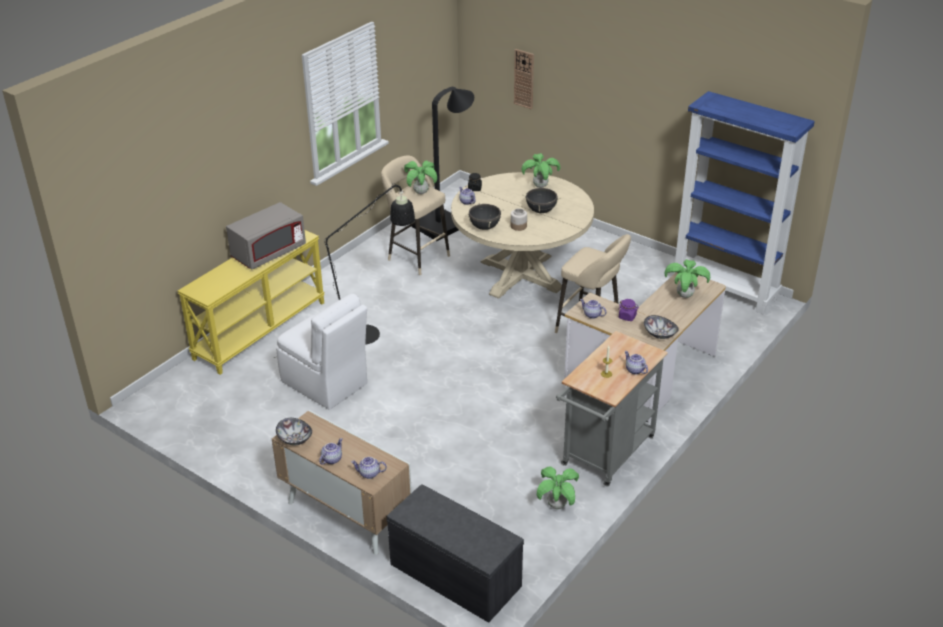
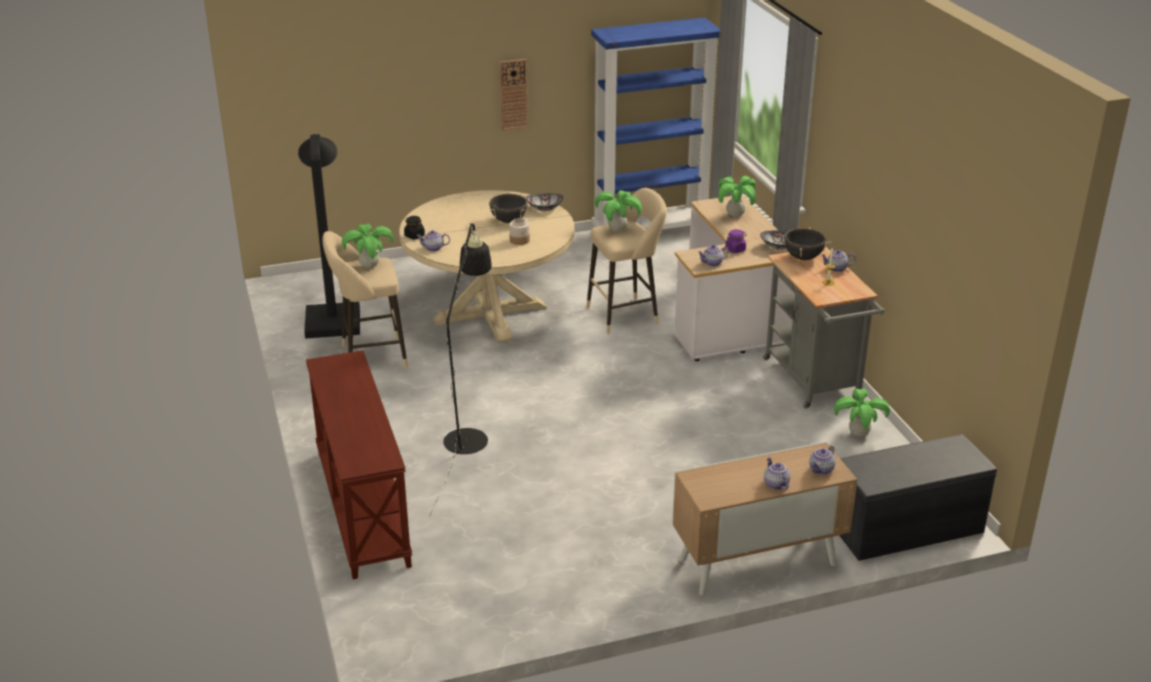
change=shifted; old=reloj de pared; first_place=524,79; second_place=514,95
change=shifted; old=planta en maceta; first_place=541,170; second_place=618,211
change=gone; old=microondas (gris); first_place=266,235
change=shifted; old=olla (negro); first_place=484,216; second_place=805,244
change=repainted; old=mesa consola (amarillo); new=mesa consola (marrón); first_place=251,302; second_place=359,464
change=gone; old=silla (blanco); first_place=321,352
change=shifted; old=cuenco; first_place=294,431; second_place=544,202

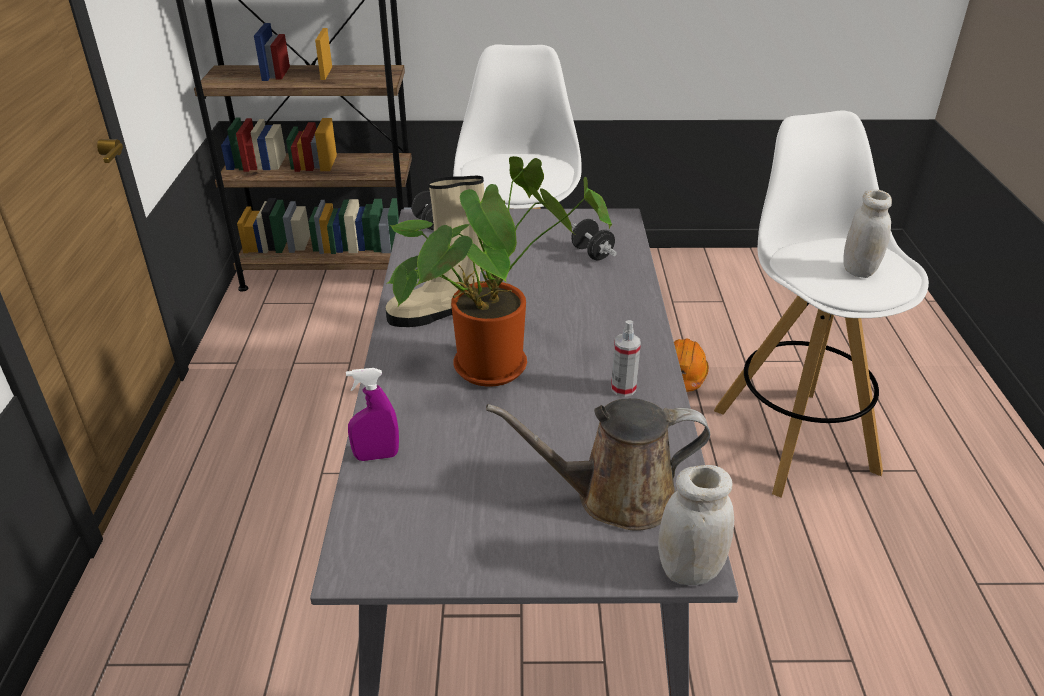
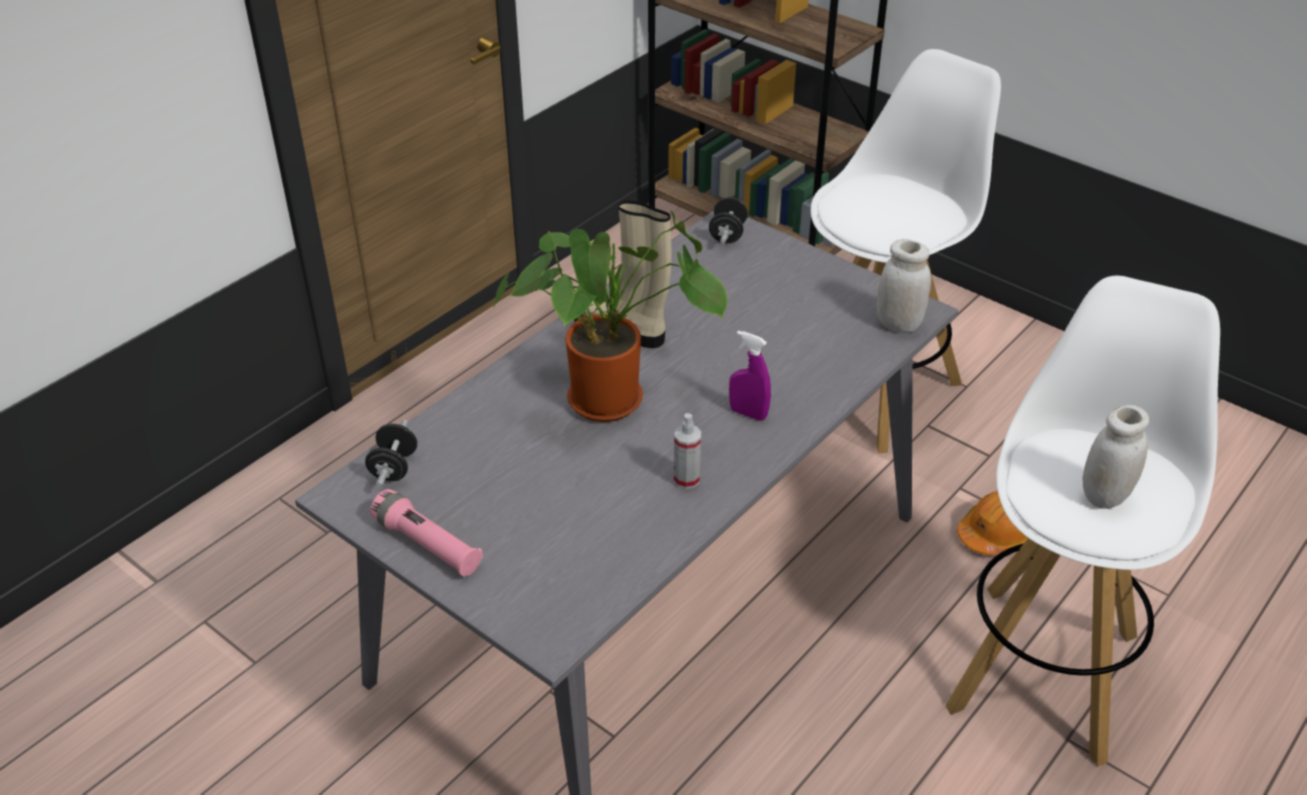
change=shifted; old=mancuerna (negro); first_place=594,239; second_place=391,453
change=shifted; old=pulverizador (morado); first_place=372,414; second_place=750,376
change=gone; old=regadera (marrón); first_place=598,464
change=shifted; old=tarro (blanco); first_place=696,525; second_place=904,286
change=new; new=linterna (rosa); second_place=426,532

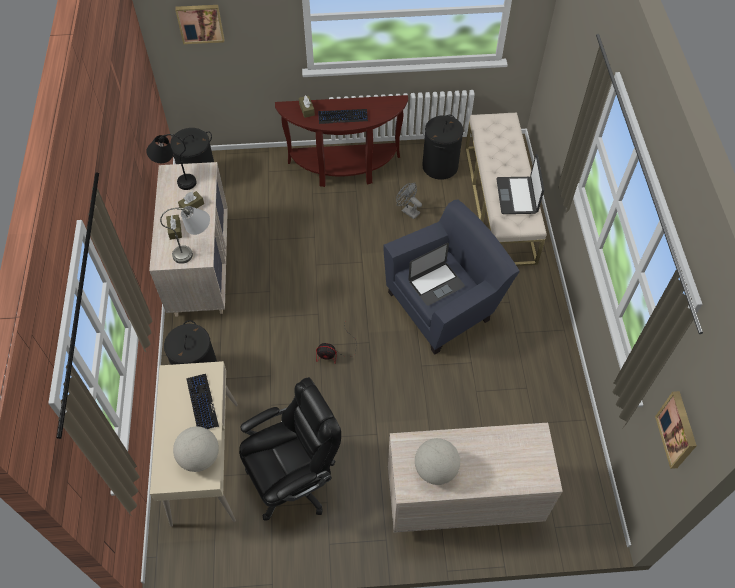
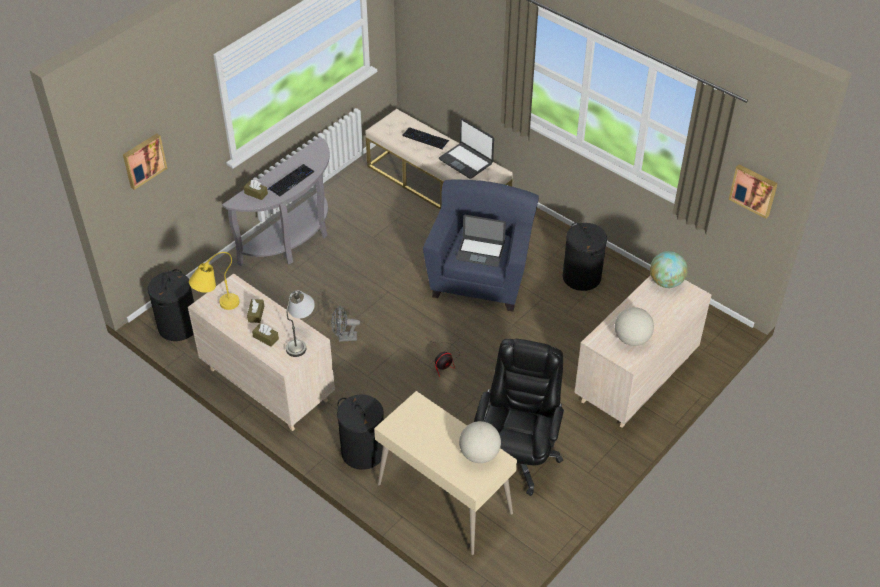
change=repainted; old=mesa consola (marrón); new=mesa consola (gris); first_place=341,141; second_place=276,201
change=shifted; old=cesto de la ropa (negro); first_place=443,147; second_place=585,256
change=repainted; old=lámpara de mesa (negro); new=lámpara de mesa (amarillo); first_place=171,162; second_place=214,281
change=shifted; old=ventilador (gris); first_place=409,201; second_place=345,324
change=rotated; old=portátil; first_place=436,274; second_place=481,241; degrees=90
change=shifted; old=teclado; first_place=202,401; second_place=426,138
change=new; new=globo terráqueo; second_place=669,269

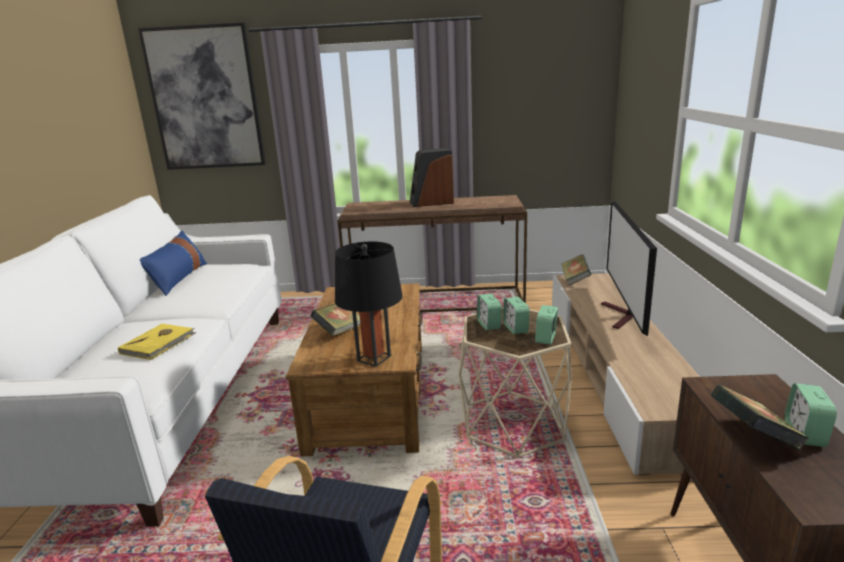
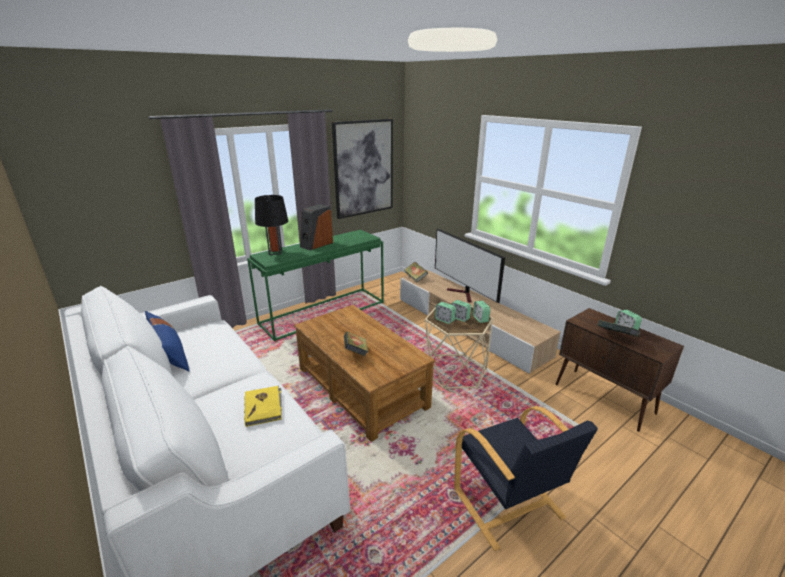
change=shifted; old=cuadro; first_place=202,96; second_place=362,169
change=repainted; old=mesa consola (marrón); new=mesa consola (verde); first_place=432,253; second_place=315,285
change=shifted; old=lámpara de mesa (negro); first_place=369,304; second_place=271,225

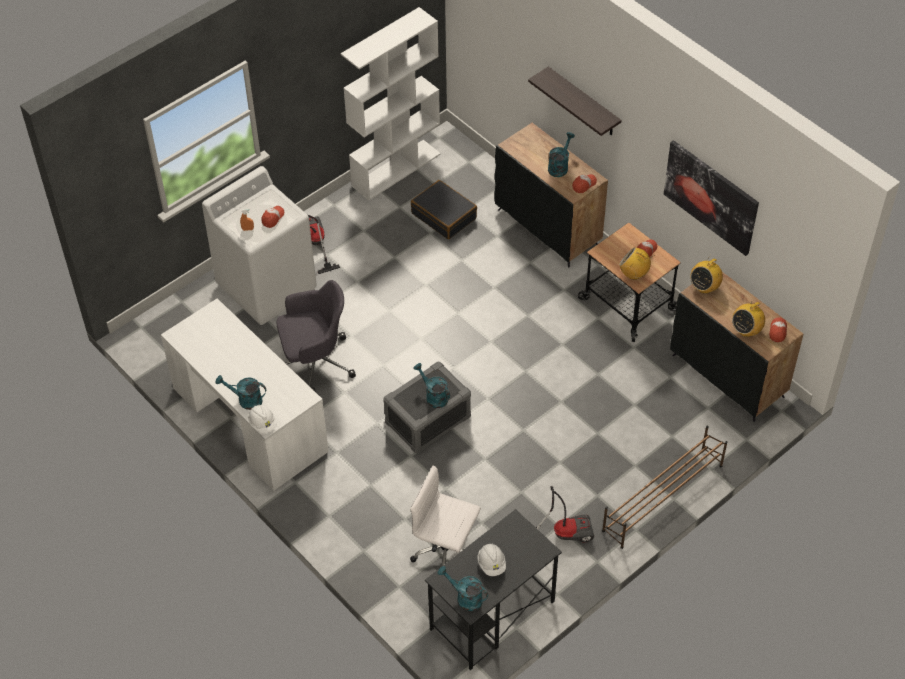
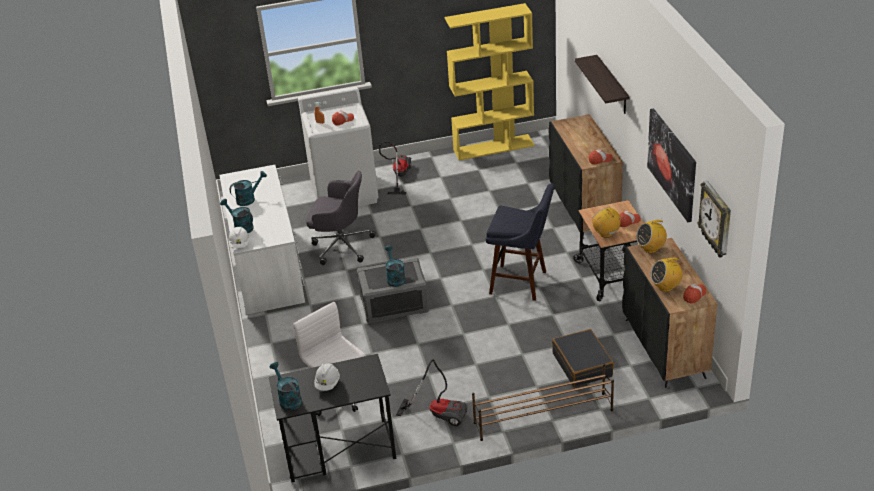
change=repainted; old=estantería (blanco); new=estantería (amarillo); first_place=391,104; second_place=489,81
change=shifted; old=regadera (turquesa); first_place=561,154; second_place=248,188
change=shifted; old=maleta (negro); first_place=444,209; second_place=583,358
change=new; new=reloj de pared; second_place=714,219
change=new; new=taburete (azul); second_place=520,242

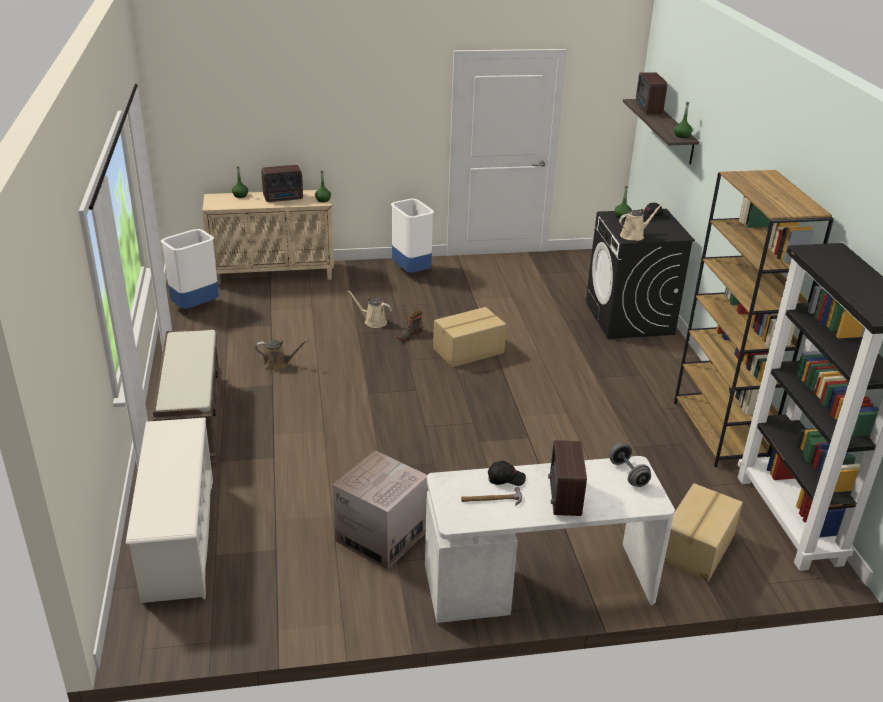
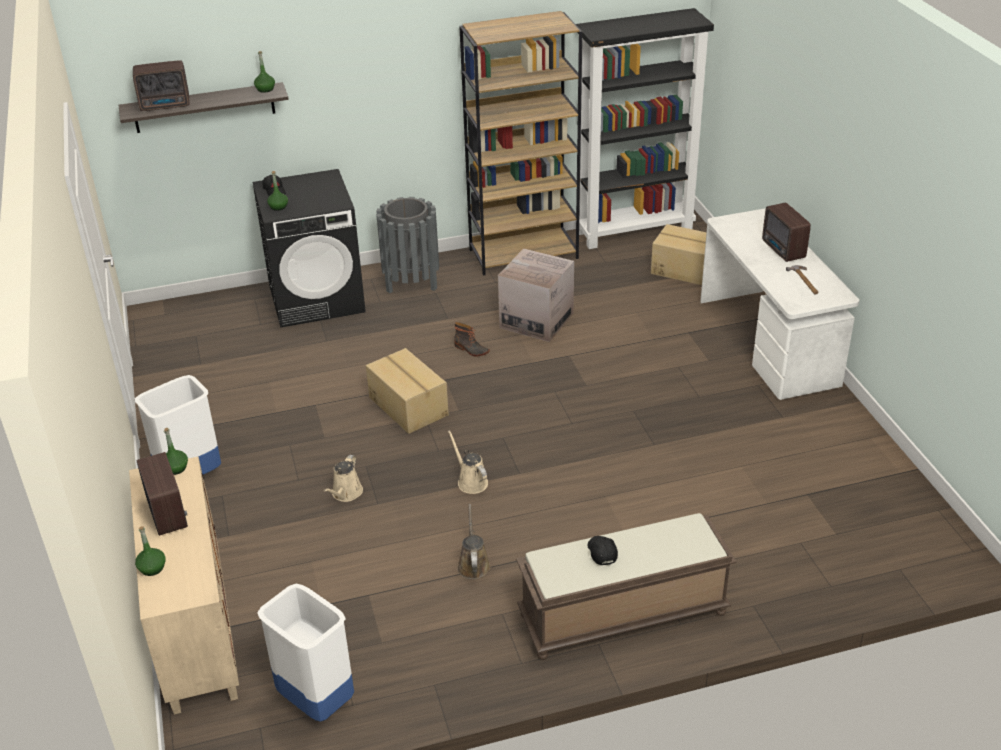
change=shifted; old=regadera (beis); first_place=641,222; second_place=468,462
change=shifted; old=bota; first_place=410,326; second_place=472,339
change=gone; old=zapatero (blanco); first_place=169,510
change=rotated; old=radio; first_place=567,478; second_place=786,232; degrees=75
change=gone; old=mancuerna (gris); first_place=630,465
change=shifted; old=caja de cartón; first_place=380,510; second_place=536,295
change=shifted; old=gorra (negro); first_place=507,473; second_place=602,550
change=new; new=papelera (gris); second_place=407,245

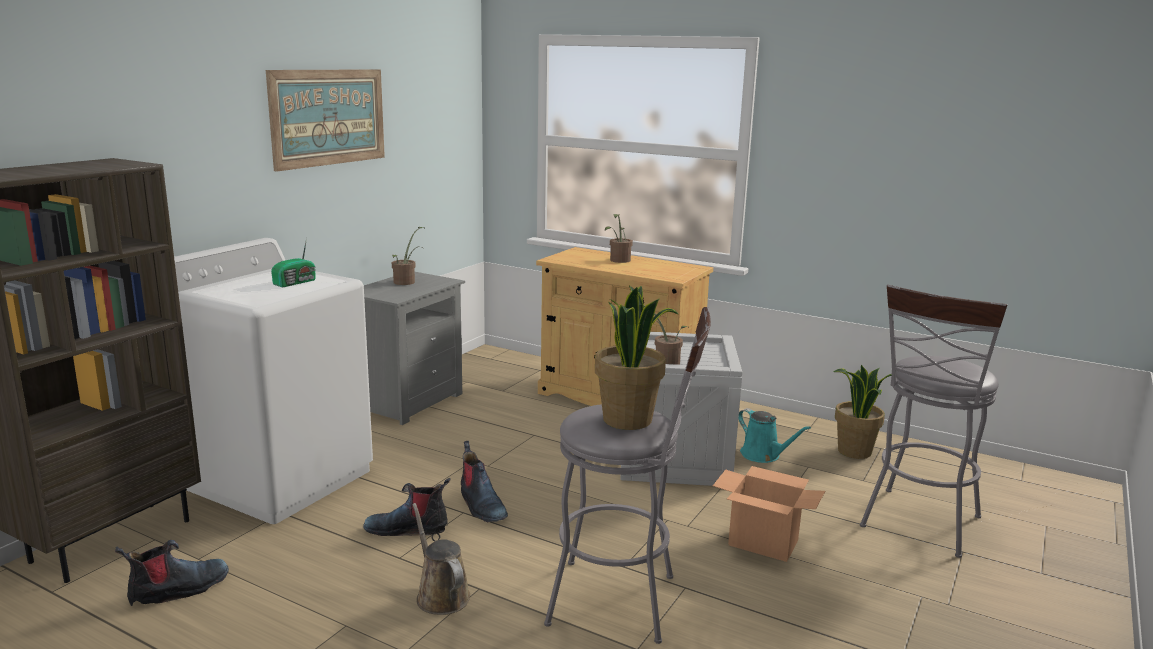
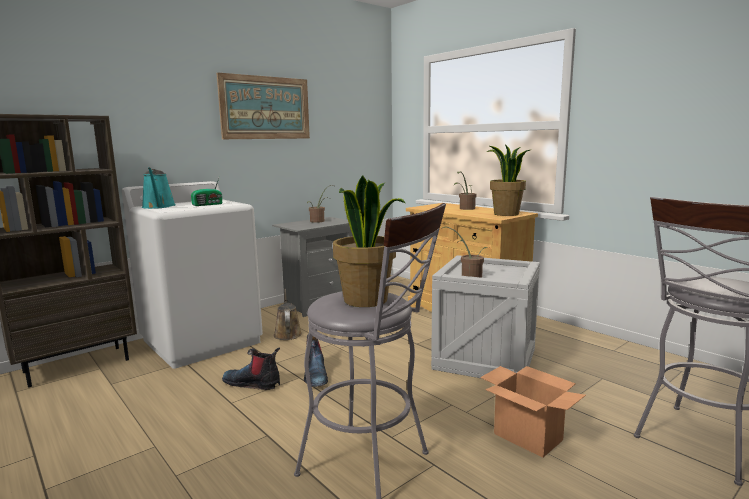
change=shifted; old=planta en maceta; first_place=862,412; second_place=508,180
change=shifted; old=regadera (turquesa); first_place=774,435; second_place=159,188
change=shifted; old=regadera (marrón); first_place=441,559; second_place=288,314
change=gone; old=bota; first_place=172,573

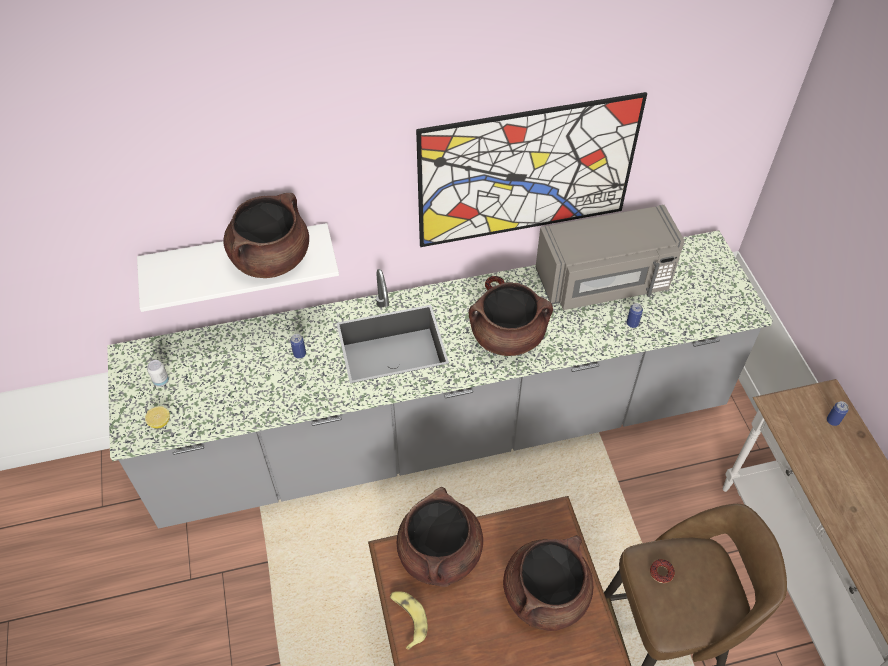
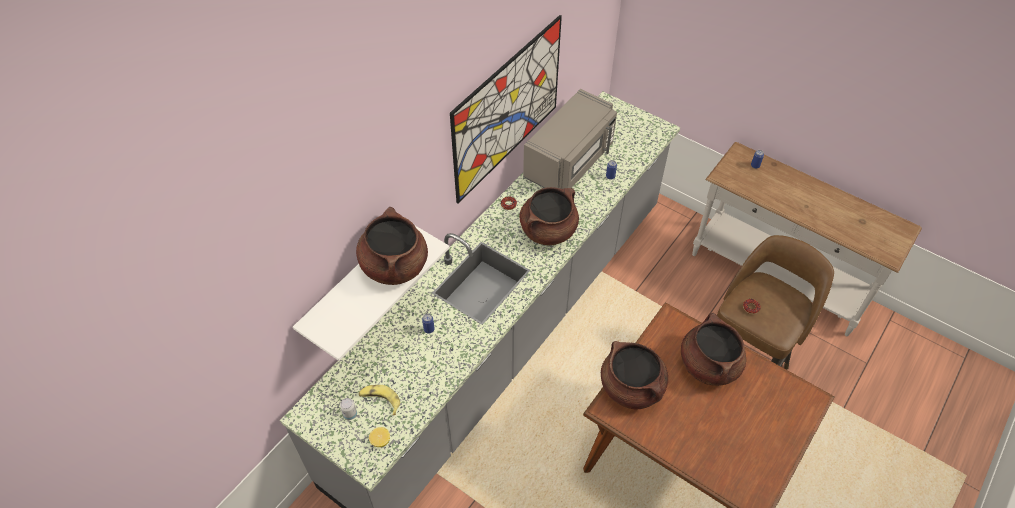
change=shifted; old=plátano; first_place=409,620; second_place=379,400

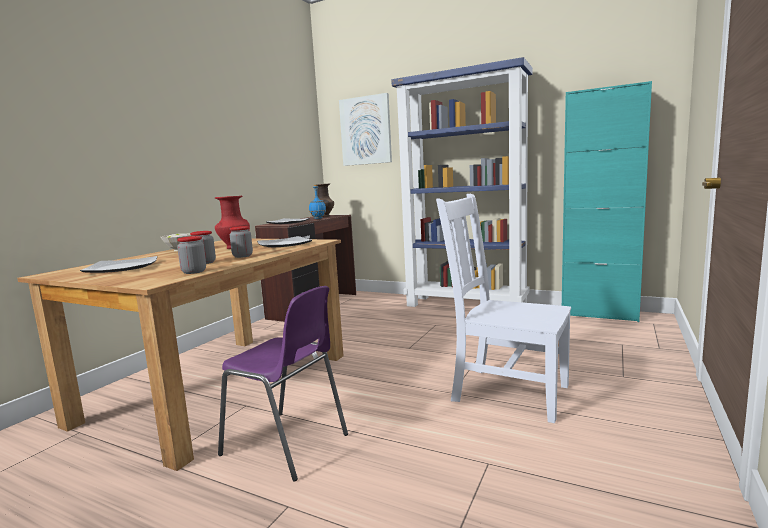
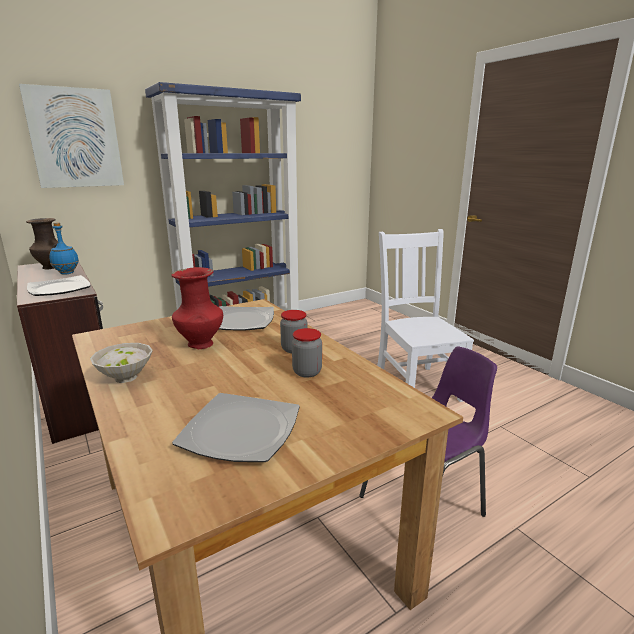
change=gone; old=armario (turquesa); first_place=607,201
change=rotated; old=silla (blanco); first_place=503,308; second_place=425,315; degrees=105
change=gone; old=tarro; first_place=191,255

